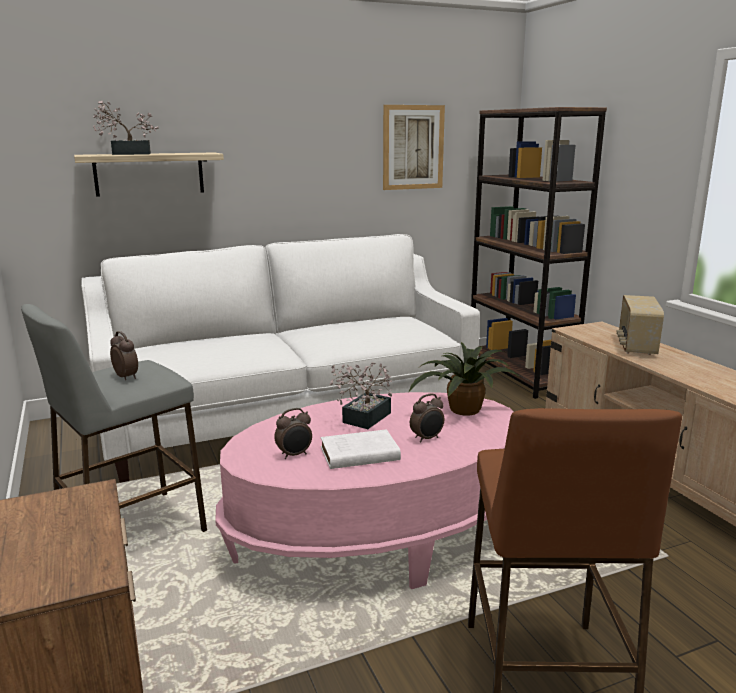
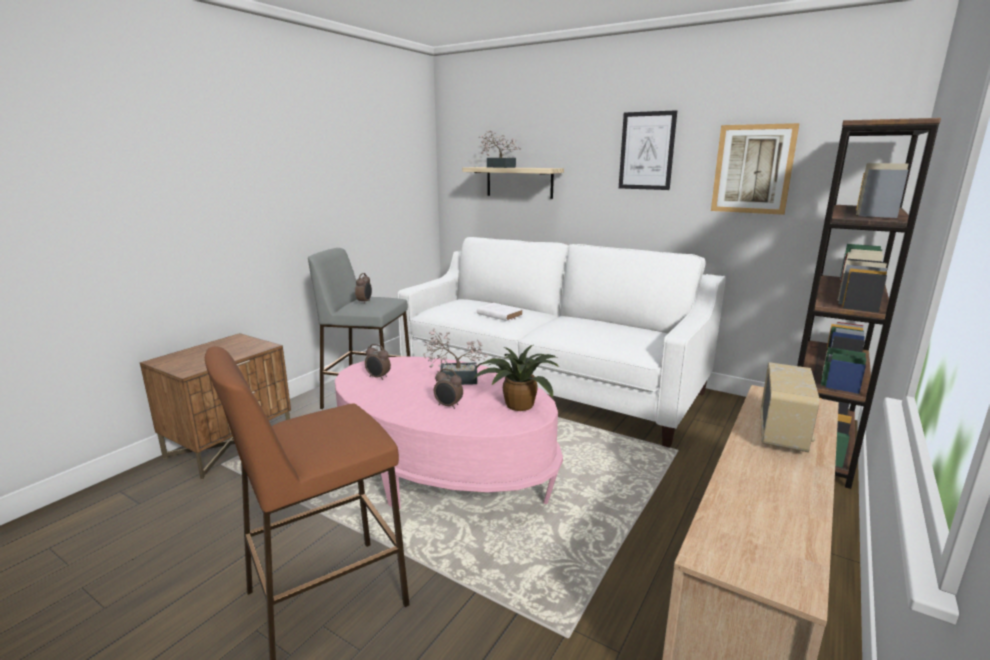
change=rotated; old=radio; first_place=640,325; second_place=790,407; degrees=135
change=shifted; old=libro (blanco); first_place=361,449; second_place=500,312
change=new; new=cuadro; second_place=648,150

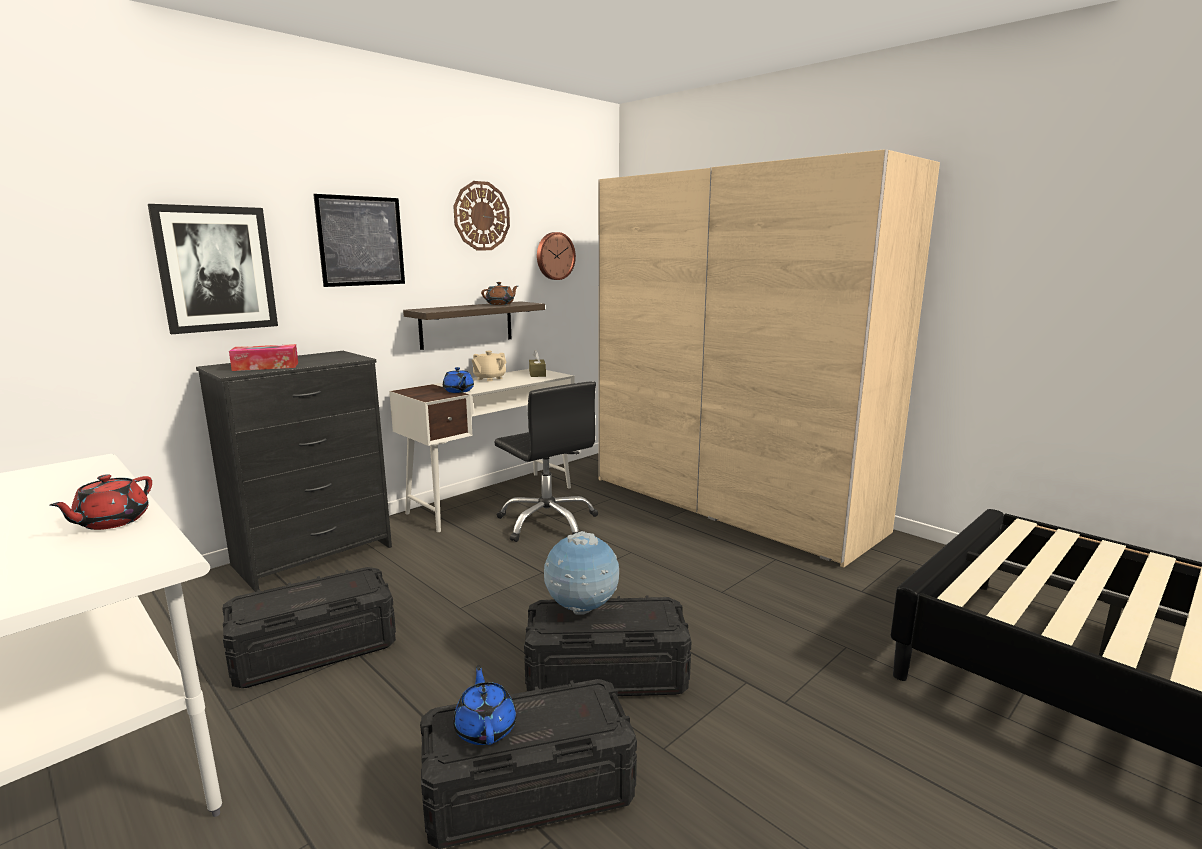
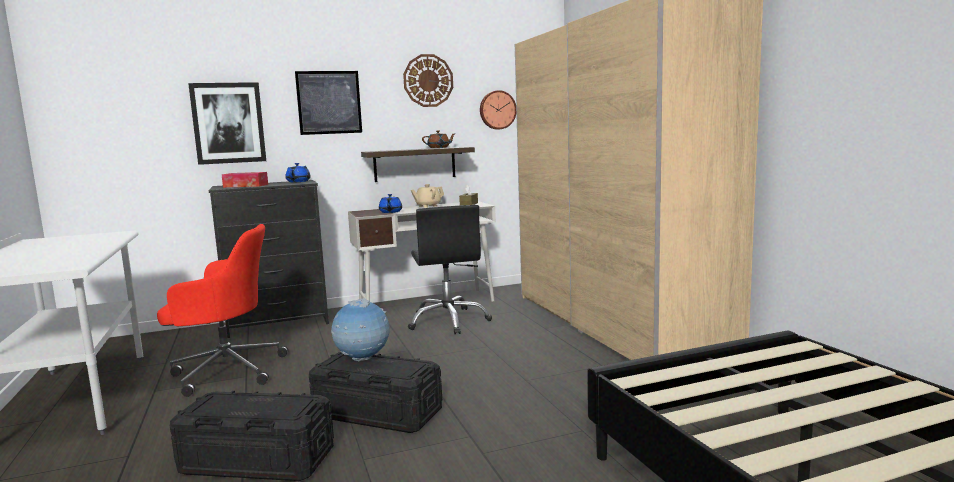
change=gone; old=tetera (rojo); first_place=100,502
change=swapped; old=caja de almacenaje (negro); new=silla de oficina (rojo); first_place=309,627; second_place=222,310
change=shifted; old=tetera (azul); first_place=485,705; second_place=298,172

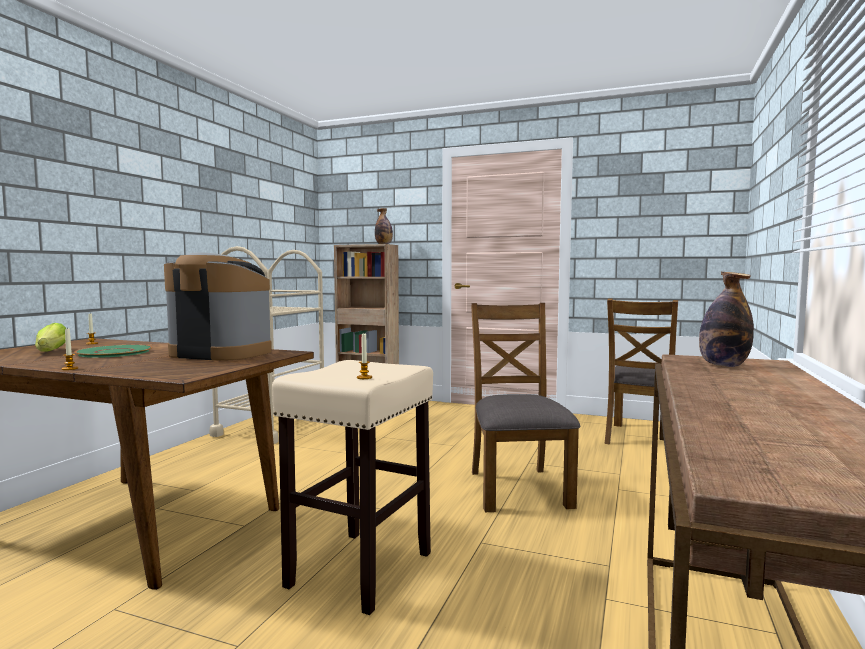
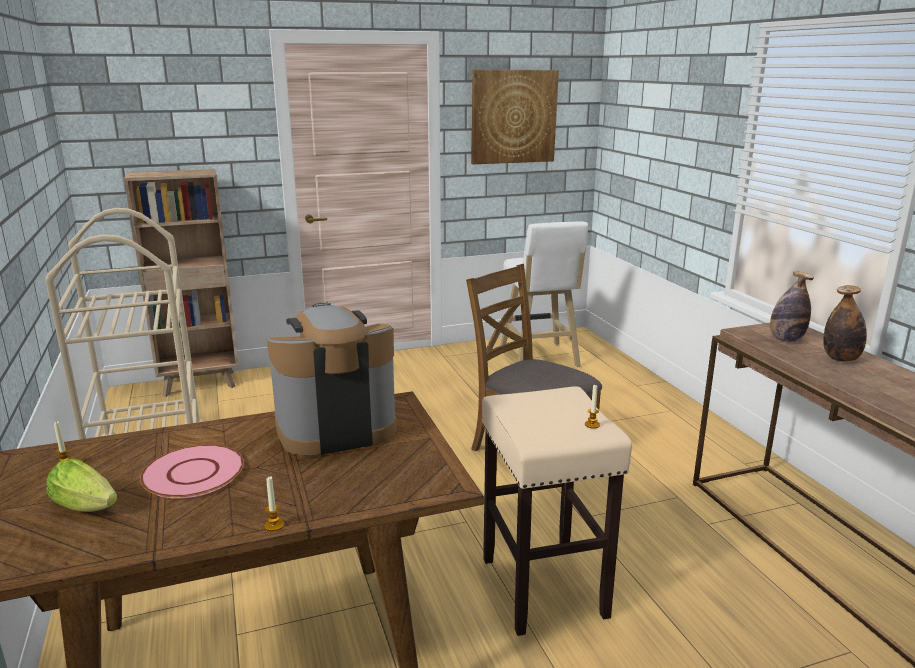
change=shifted; old=botella; first_place=384,226; second_place=845,323
change=swapped; old=silla (marrón); new=taburete (blanco); first_place=641,371; second_place=544,294
change=repainted; old=plato (verde); new=plato (rosa); first_place=113,351; second_place=192,472
change=new; new=cuadro; second_place=515,117

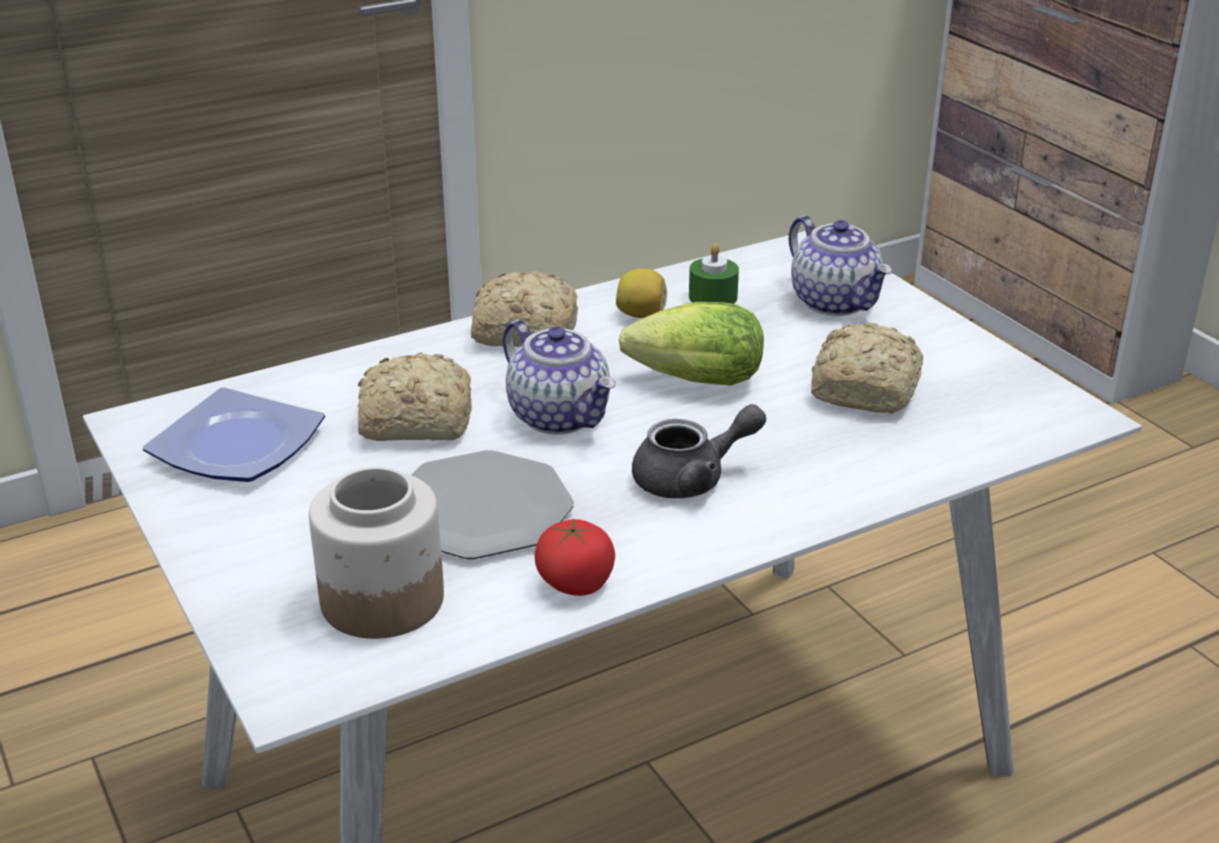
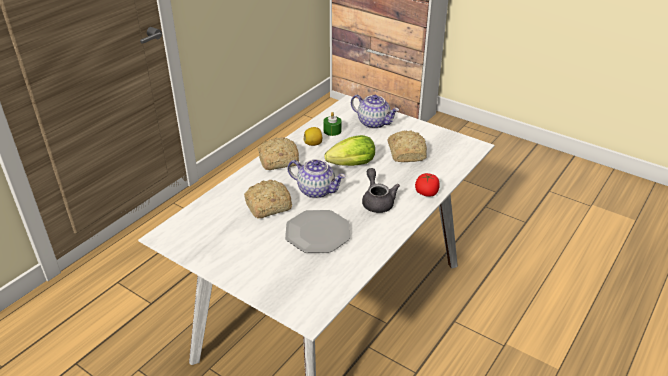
change=gone; old=plato; first_place=234,434
change=rotated; old=tetera (gris); first_place=699,451; second_place=381,190; degrees=-60
change=gone; old=tarro; first_place=376,553
change=shifted; old=tomate; first_place=574,557; second_place=427,185

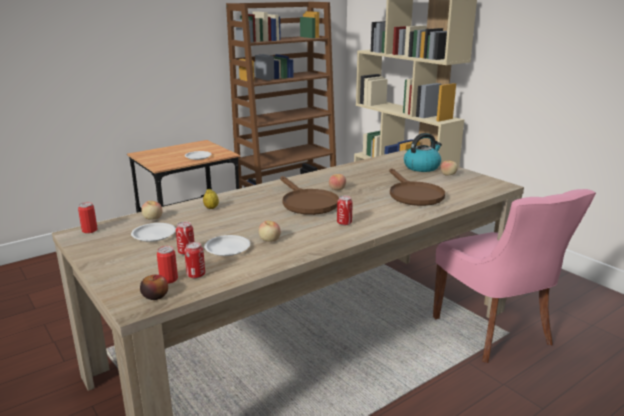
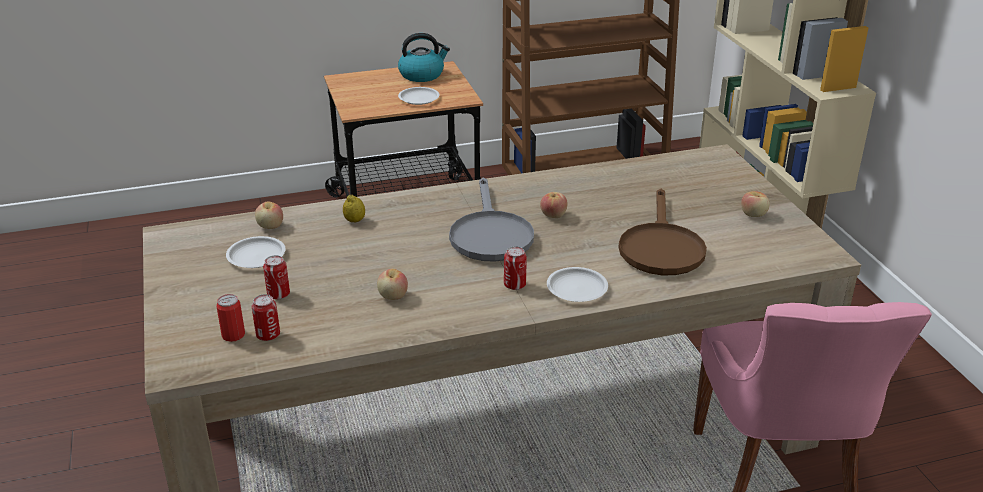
change=shifted; old=hervidor; first_place=423,152; second_place=424,57
change=repainted; old=sartén (marrón); new=sartén (gris); first_place=309,195; second_place=491,220
change=gone; old=lata; first_place=88,217
change=shifted; old=plato (blanco); first_place=227,245; second_place=577,284
change=gone; old=manzana; first_place=154,287

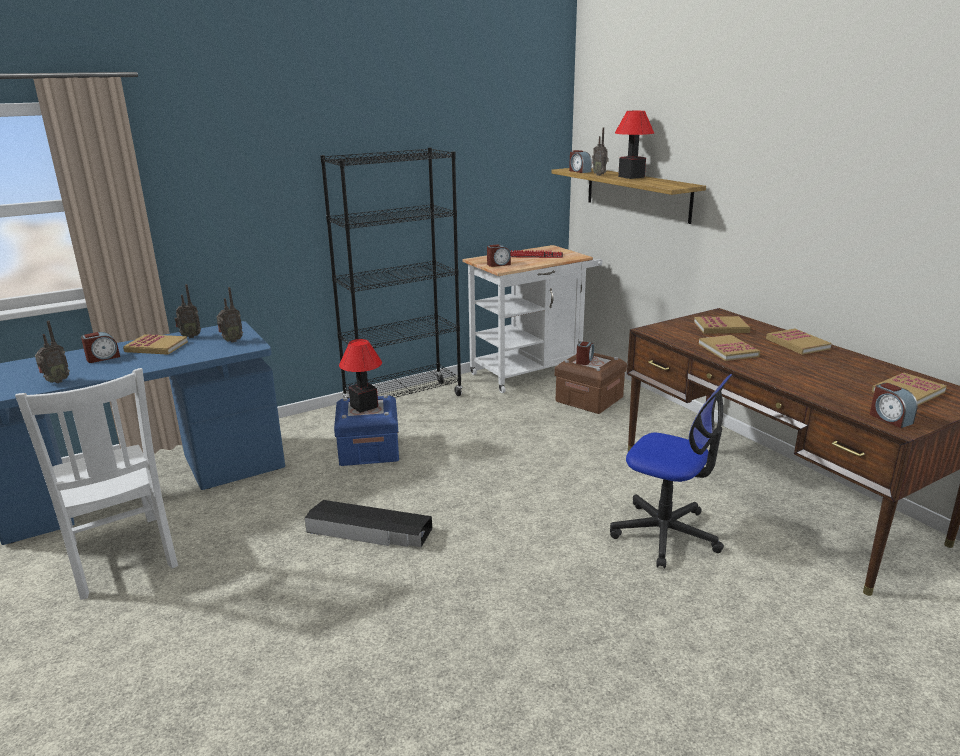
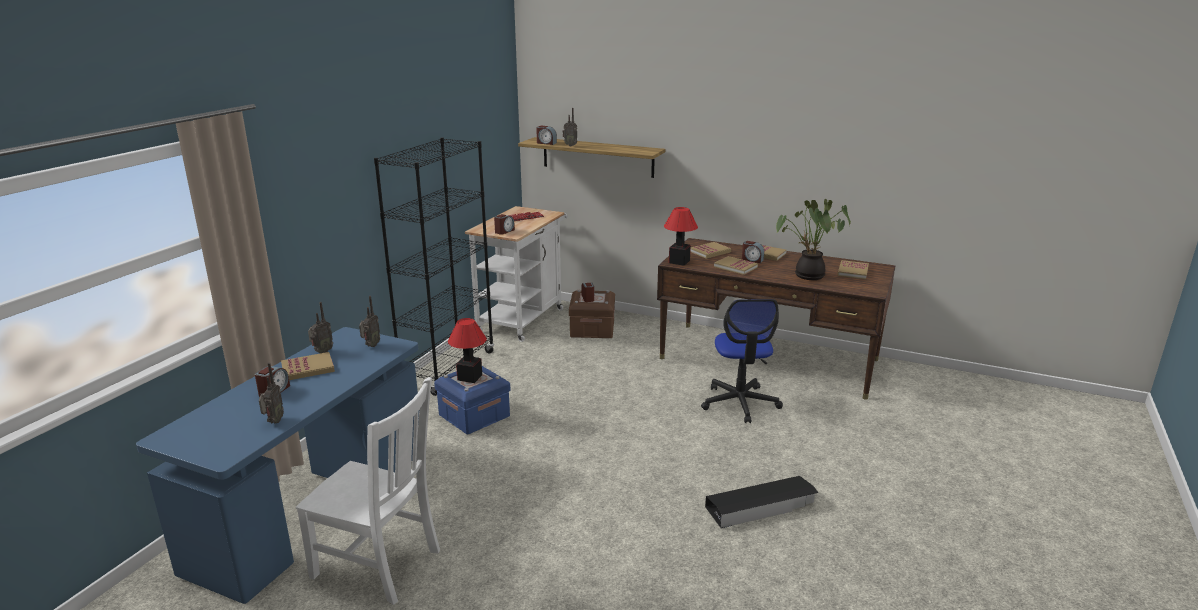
change=shifted; old=lámpara de mesa; first_place=634,145; second_place=681,236
change=rotated; old=silla de oficina; first_place=671,471; second_place=742,361; degrees=90
change=shifted; old=despertador; first_place=894,405; second_place=753,252
change=shifted; old=caja de almacenaje (negro); first_place=368,523; second_place=761,502
change=new; new=planta en maceta; second_place=813,239

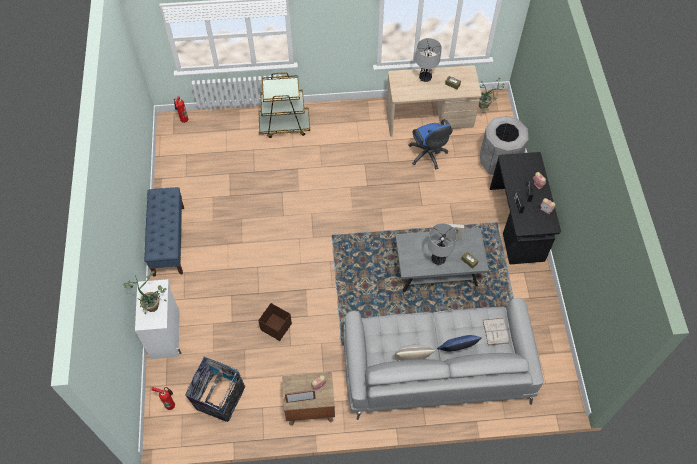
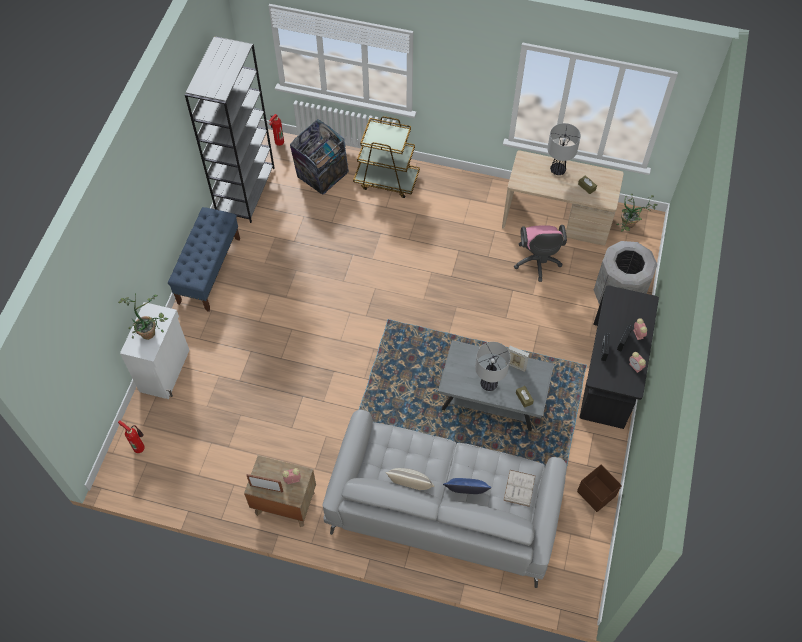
change=repainted; old=silla de oficina (azul); new=silla de oficina (rosa); first_place=431,144; second_place=540,253
change=shifted; old=caja de almacenaje (marrón); first_place=275,322; second_place=599,488
change=shifted; old=papelera; first_place=215,389; second_place=319,156
change=new; new=estantería (gris); second_place=229,129

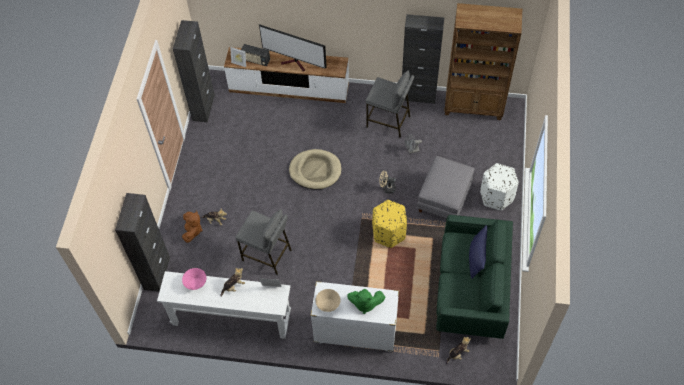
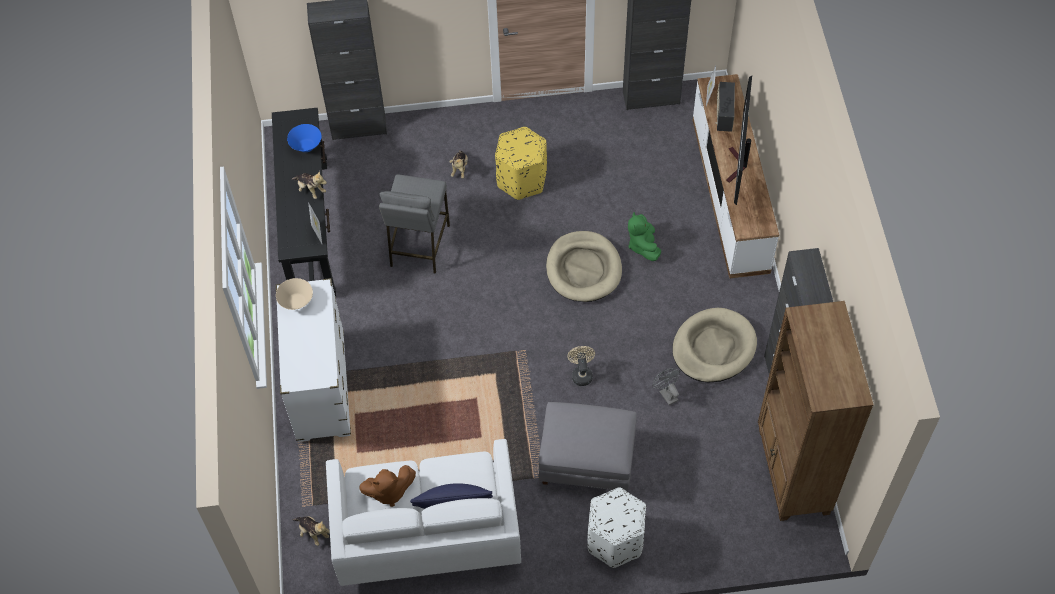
change=swapped; old=taburete (gris); new=cama para perro (beis); first_place=390,104; second_place=714,345
change=shifted; old=puf (amarillo); first_place=389,224; second_place=521,163
change=shifted; old=peluche (marrón); first_place=192,227; second_place=387,486
change=repainted; old=sofá (verde); new=sofá (blanco); first_place=474,277; second_place=423,512
change=repainted; old=cuenco (rosa); new=cuenco (azul); first_place=194,279; second_place=304,138
change=repainted; old=mesa consola (blanco); new=mesa consola (negro); first_place=224,305; second_place=304,202
change=shifted; old=peluche (verde); first_place=366,301; second_place=644,236

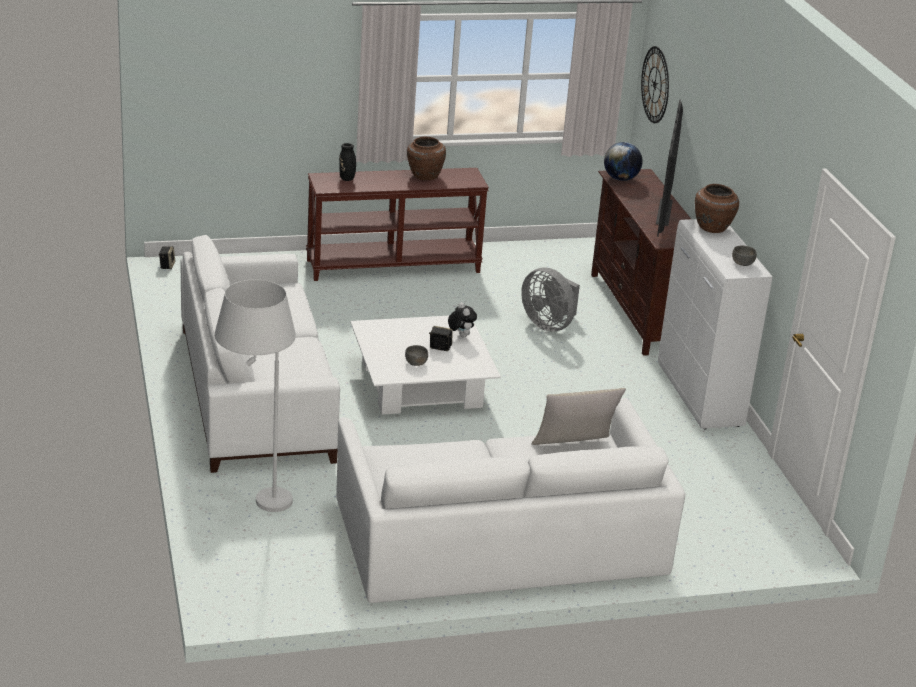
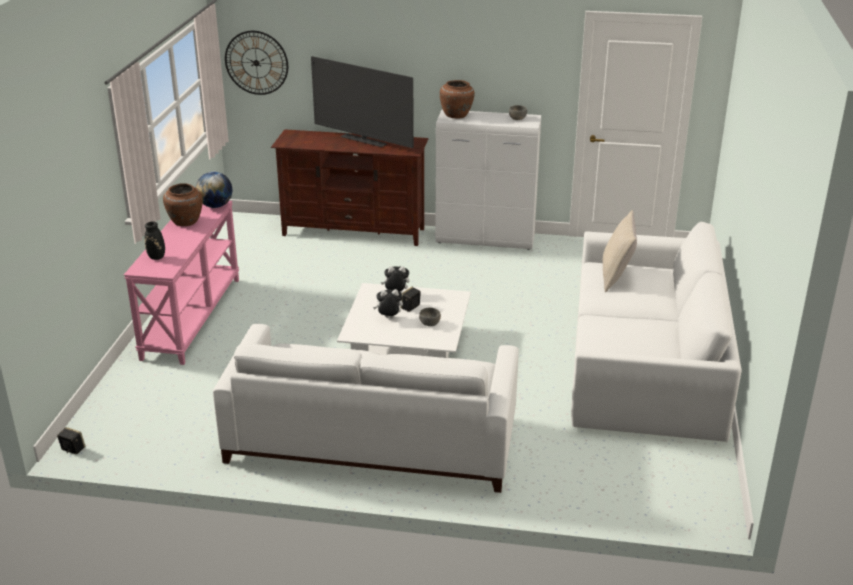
change=shifted; old=globo terráqueo; first_place=623,161; second_place=214,190
change=repainted; old=mesa consola (marrón); new=mesa consola (rosa); first_place=397,224; second_place=181,283
change=gone; old=ventilador (gris); first_place=550,299
change=gone; old=lámpara de pie (blanco); first_place=255,396
change=new; new=peluche; second_place=388,303

